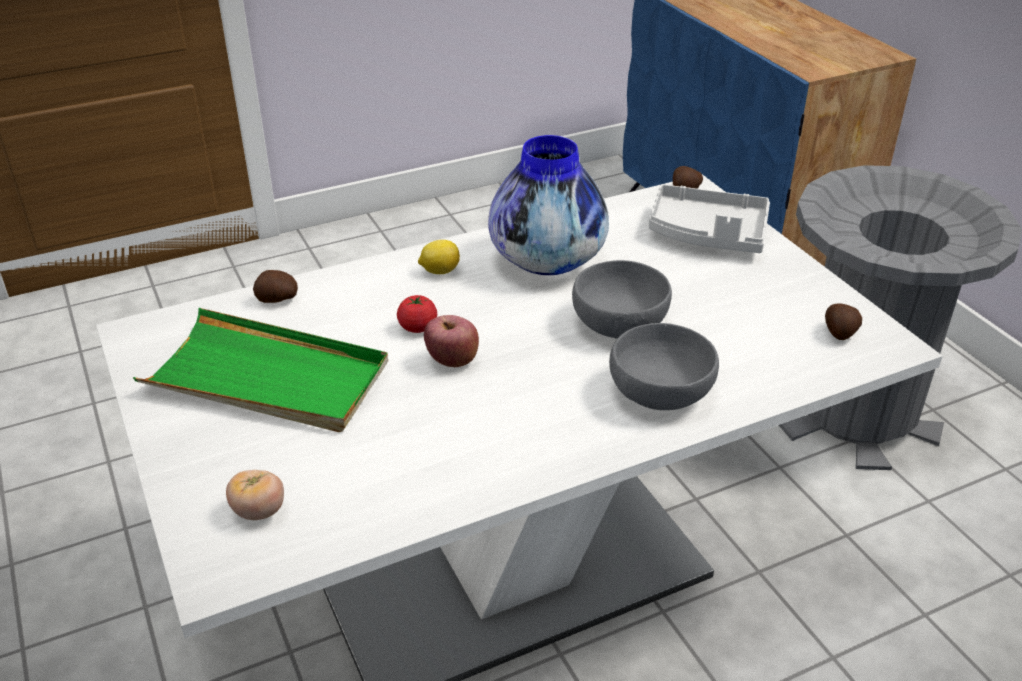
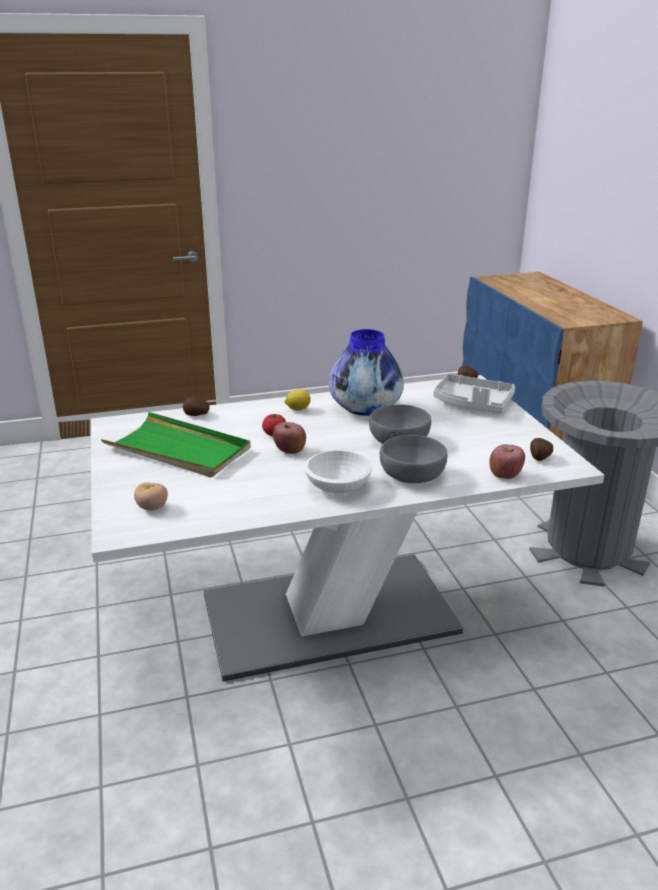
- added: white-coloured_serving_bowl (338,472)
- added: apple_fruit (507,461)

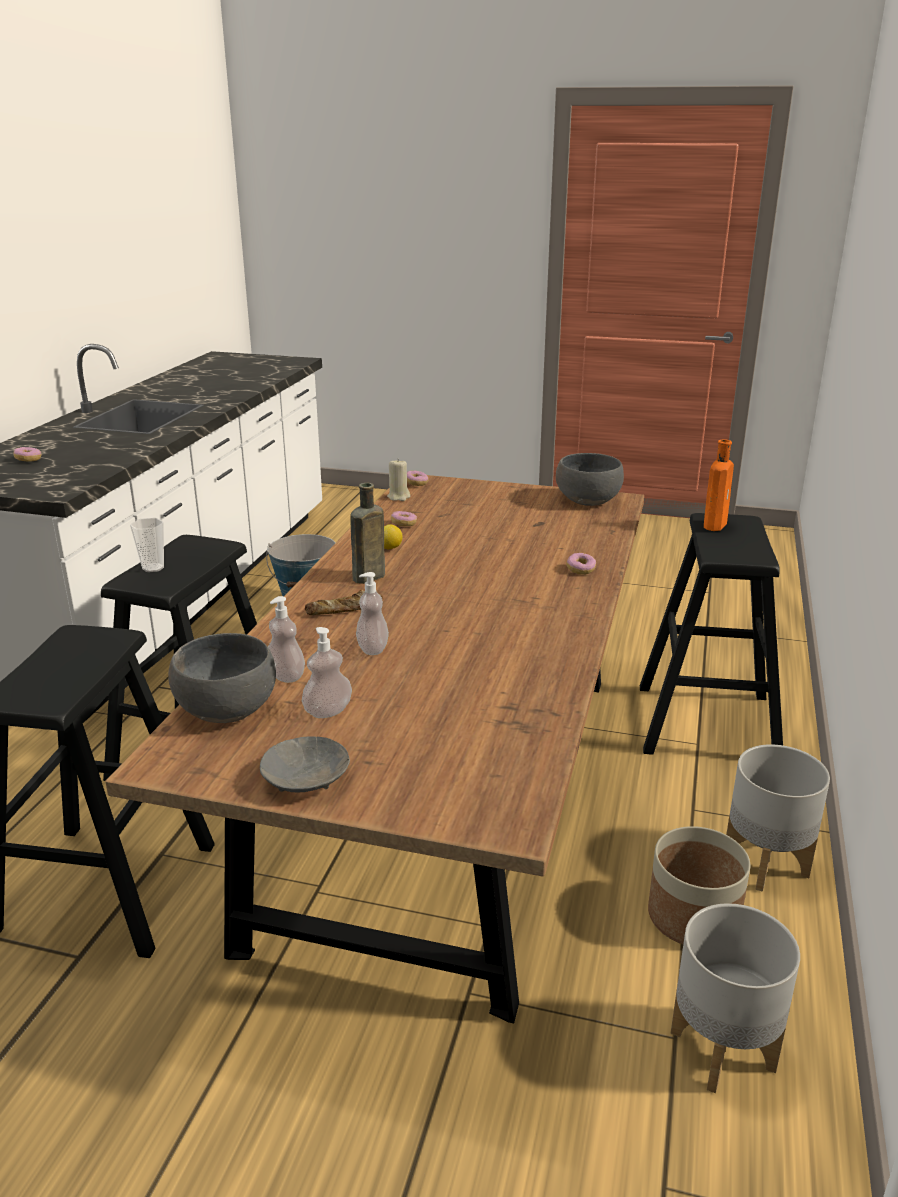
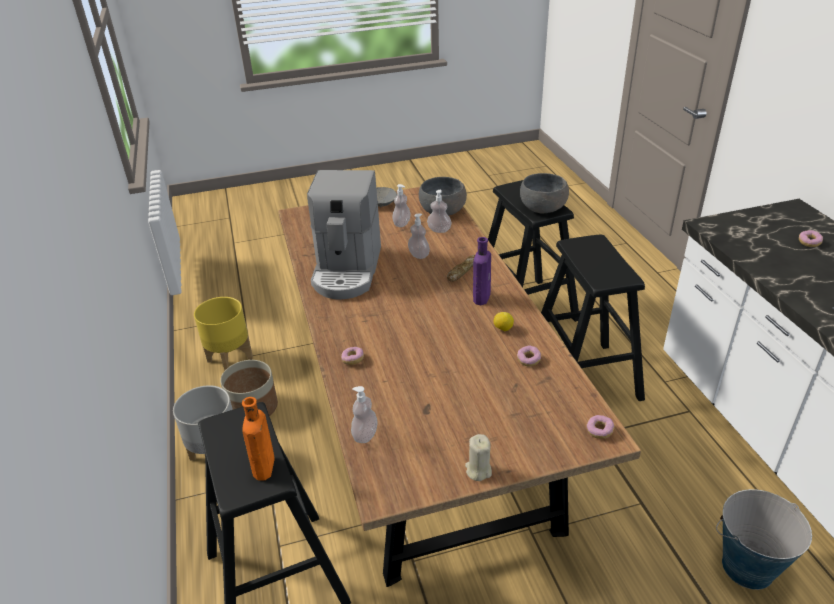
- removed: cup (147,545)
- added: coffee_maker (344,235)
- added: liquid_soap_bottle (364,414)
- moved: beige-coloured_candle (398,480) to (478,457)
- moved: grey_serving_bowl (590,479) to (544,193)
- recoloured: brown-coloured_drink_bottle (367,533) to purplish_drink_bottle (482,271)
- recoloured: grey_flower_pot (735,998) to yellow-coloured_flower_pot (223,334)

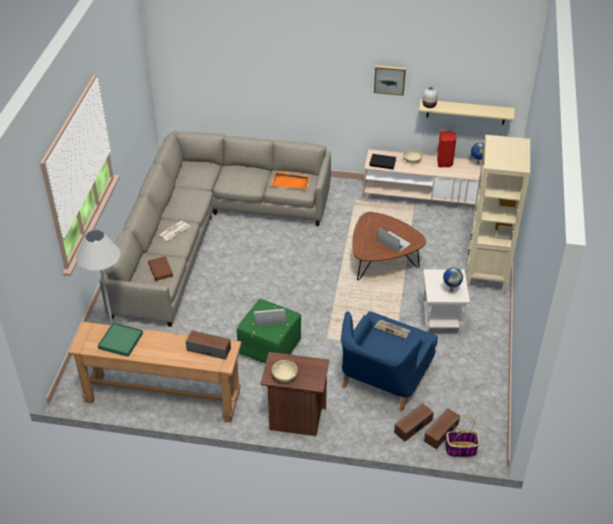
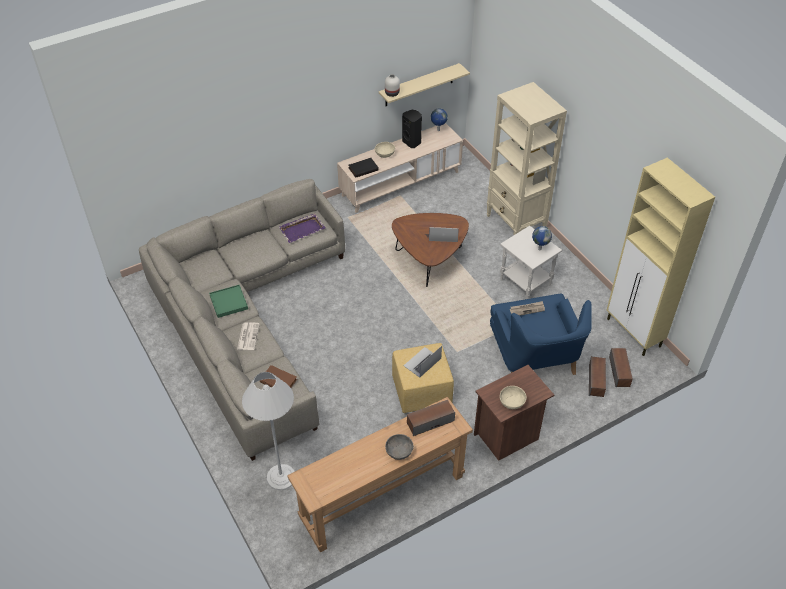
- removed: wall_art (390,80)
- removed: basket (462,437)
- added: grey_serving_bowl (399,447)
- added: beige-coloured_cupboard (661,257)
- moved: green-coloured_serving_tray (120,340) to (228,301)
- recoloured: green-coloured_pouffe (269,331) to yellow-coloured_pouffe (423,378)
- recoloured: orange_serving_tray (290,180) to purplish_serving_tray (302,228)
- recoloured: red-coloured_loudspeaker (446,148) to black-coloured_loudspeaker (412,129)

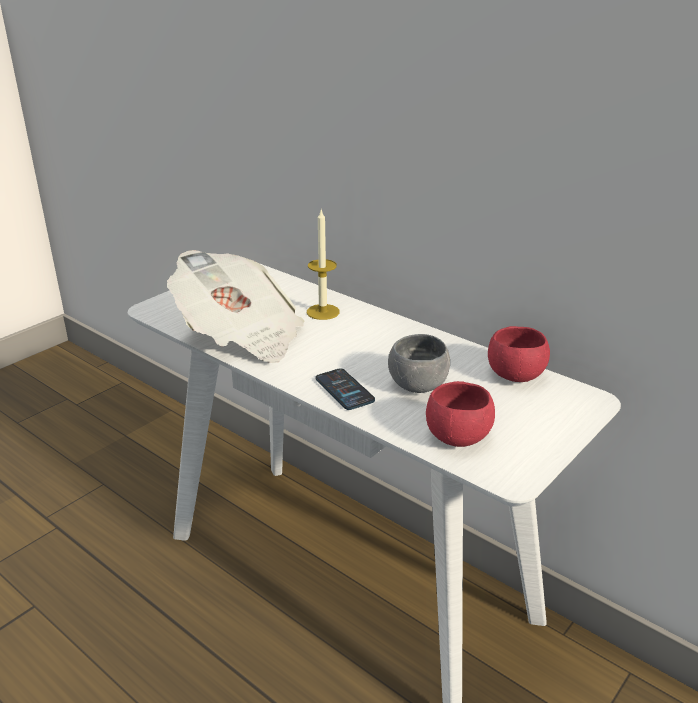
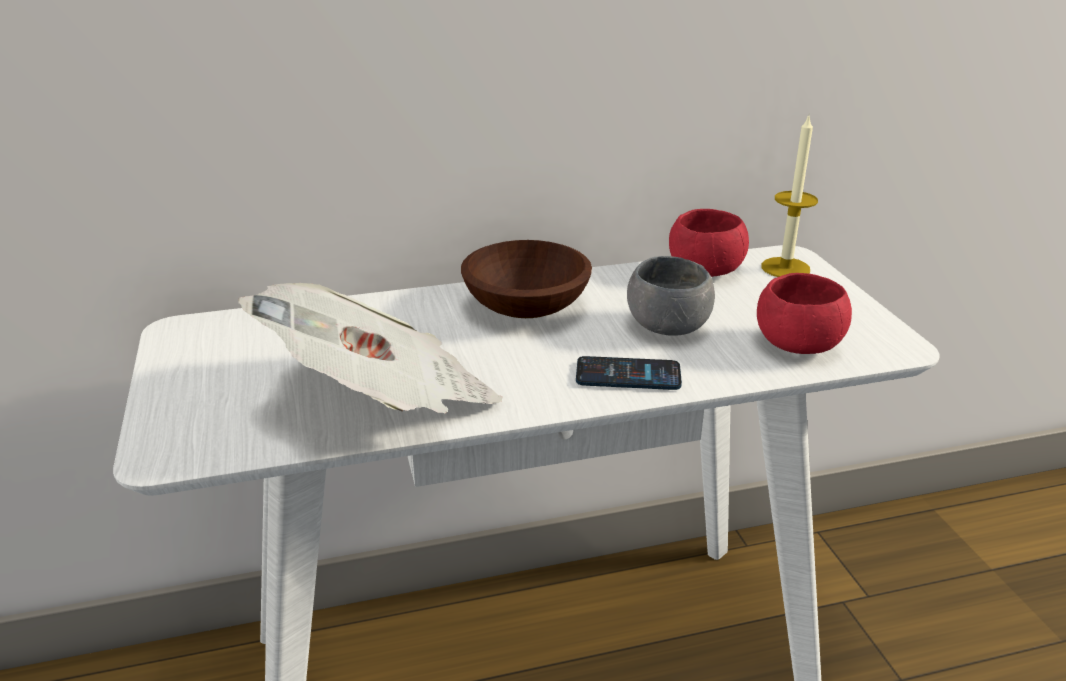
- added: brown-coloured_serving_bowl (526,279)
- moved: candle (323,265) to (789,196)

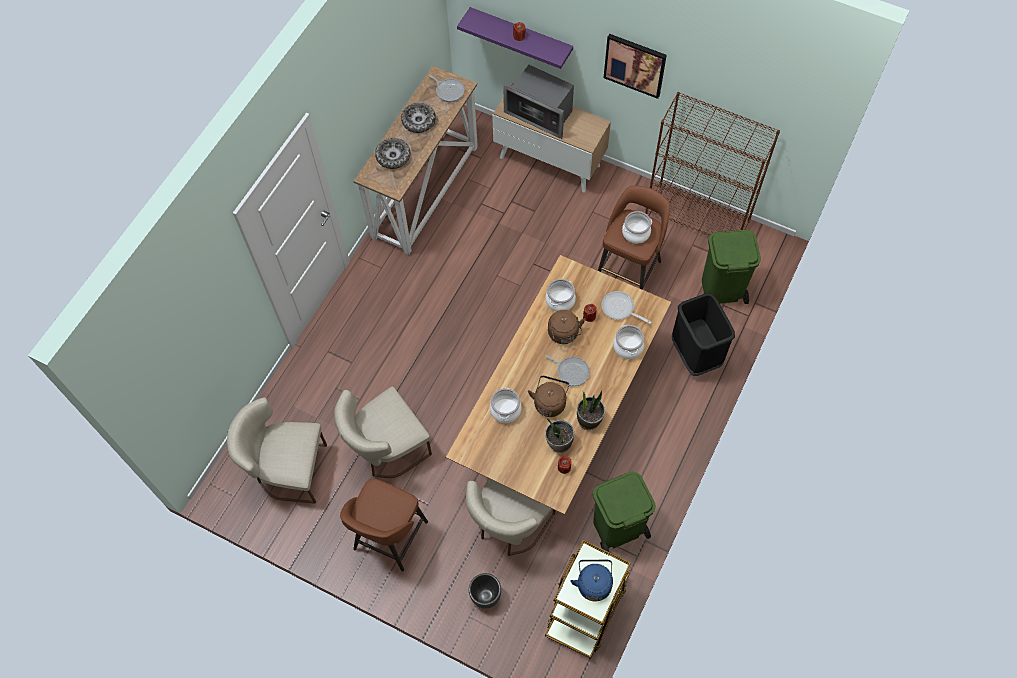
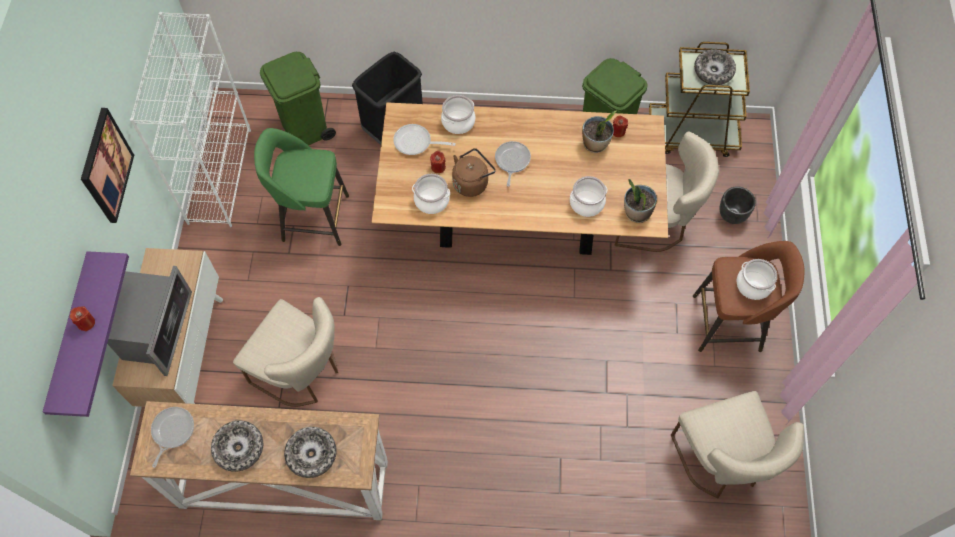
- removed: brown-coloured_water_kettle (549,396)
- moved: beige-coloured_chair (383,432) to (285,352)
- moved: potted_plant (591,410) to (640,201)
- moved: saucepot (637,227) to (757,279)
- replaced: blue_water_kettle (591,581) to serving_bowl (715,67)
- recoloured: brown-coloured_stool_seat (634,238) to green-coloured_stool_seat (301,187)
- recoloured: brown-coloured_bookcase (712,164) to white-coloured_bookcase (190,119)
- turned: frying_pan (627,307) = (424,139) 90 degrees clockwise

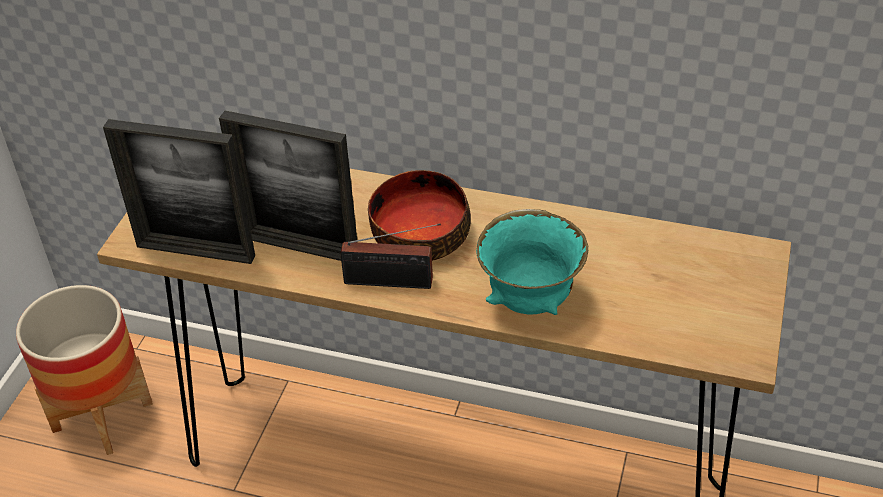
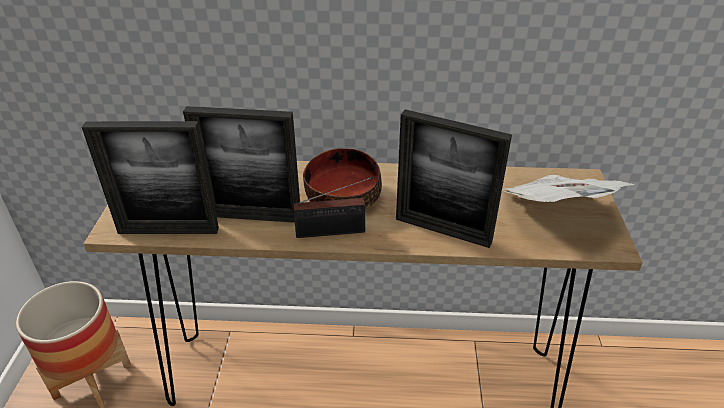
- added: printed_paper (569,188)
- replaced: turquoise-coloured_serving_bowl (532,262) to photo_frame (454,178)

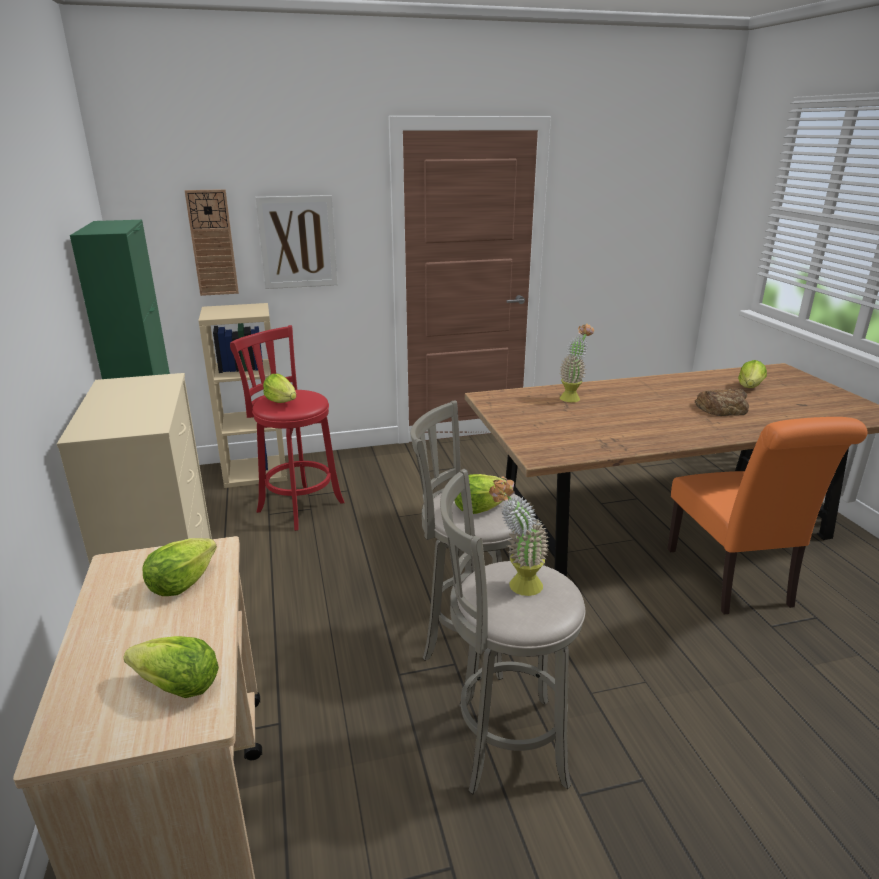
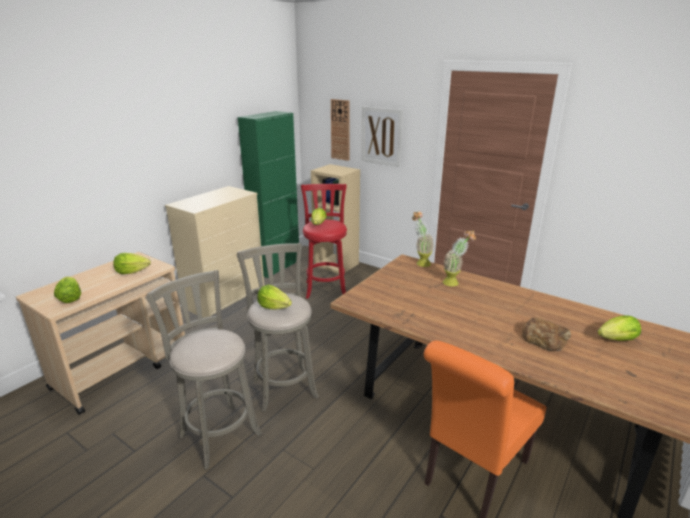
- moved: potted_plant (519,536) to (423,239)

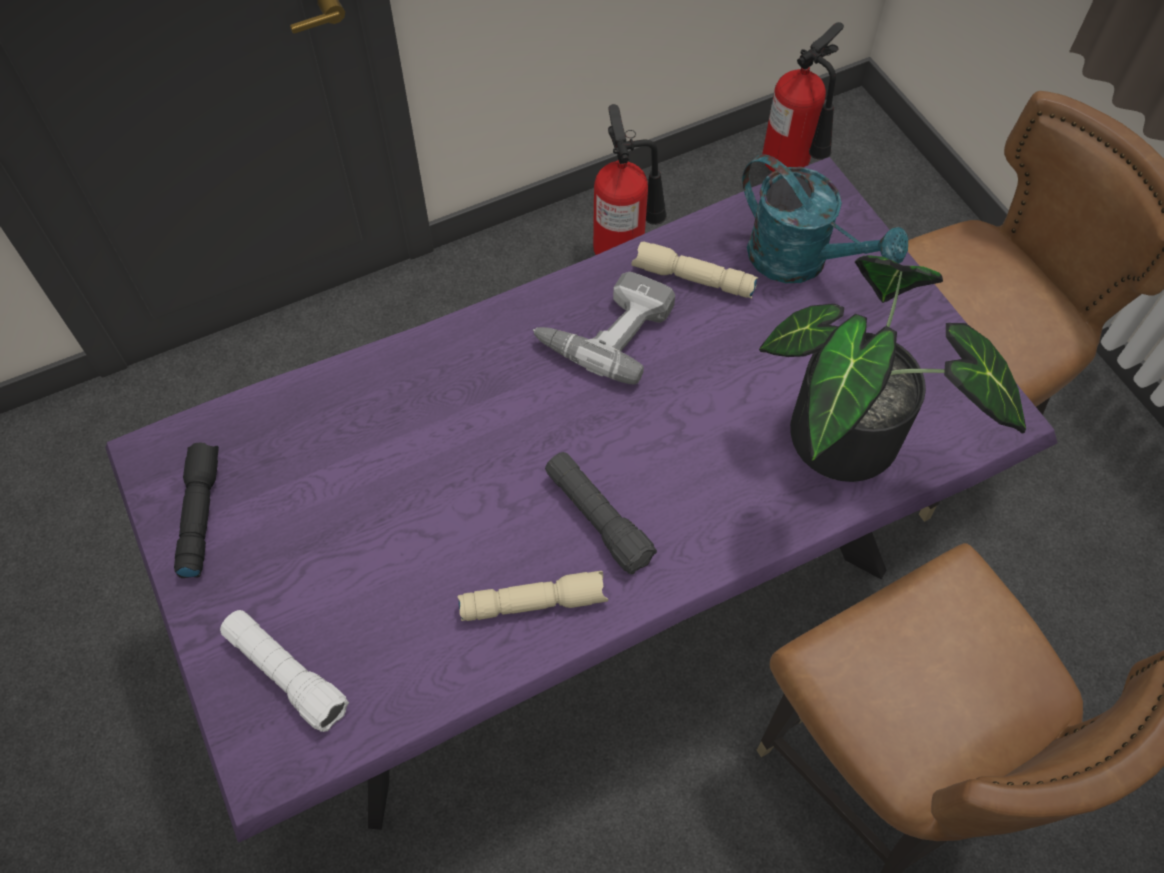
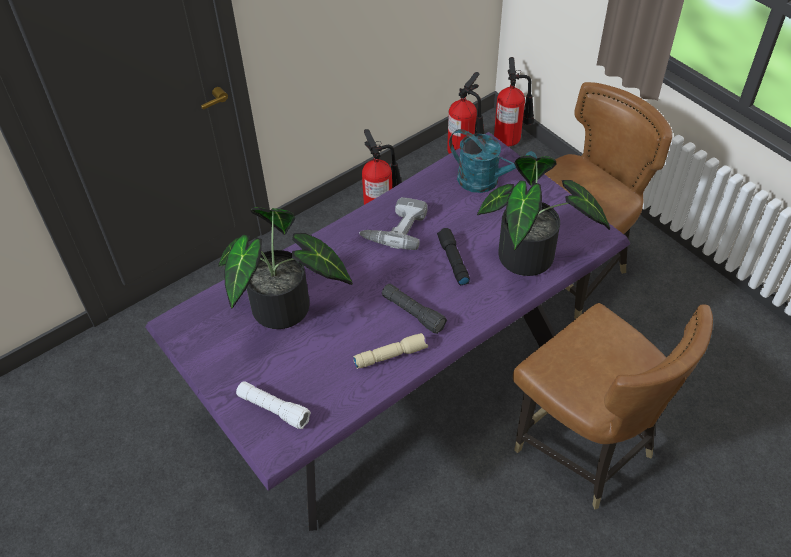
- removed: beige-coloured_flashlight (695,269)
- added: potted_plant (285,268)
- added: extinguisher (514,102)
- moved: black-coloured_flashlight (196,510) to (453,256)

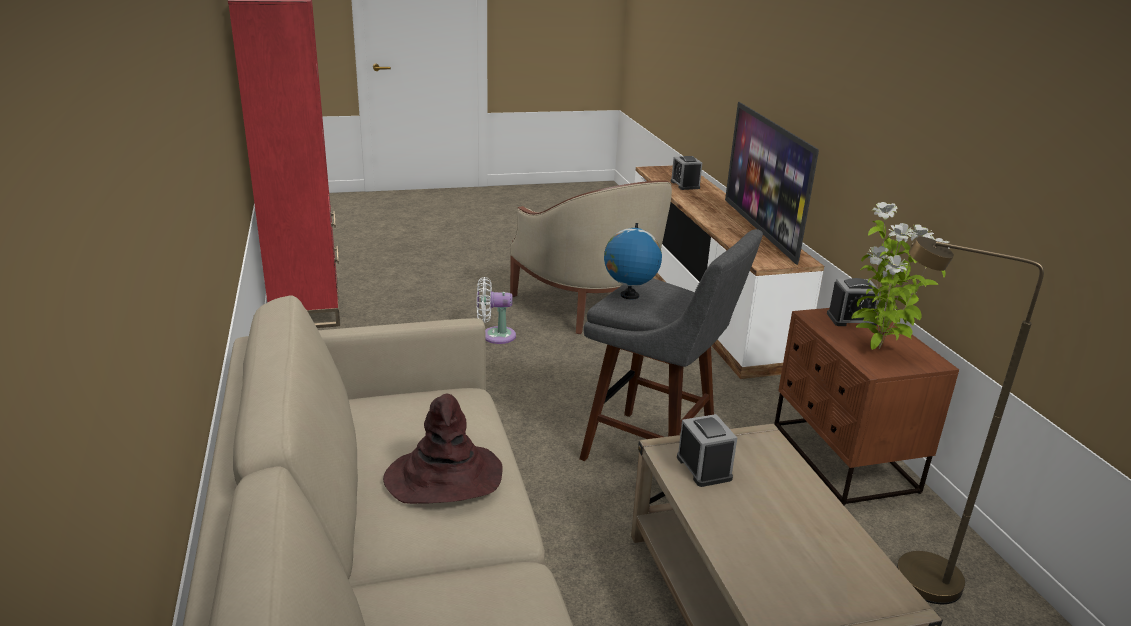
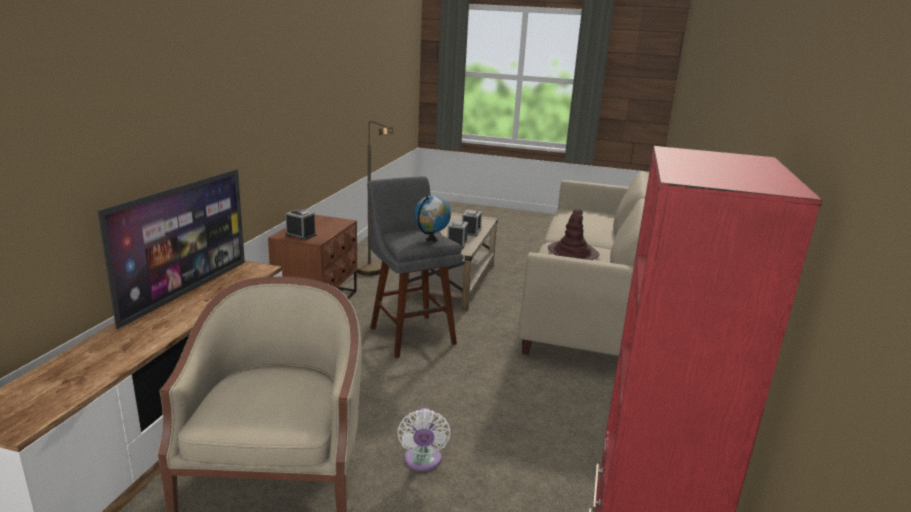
- removed: potted_plant (900,276)
- moved: bedside_clock (686,173) to (472,223)
- turned: white-coloured_fan (496,310) = (423,439) 60 degrees clockwise

